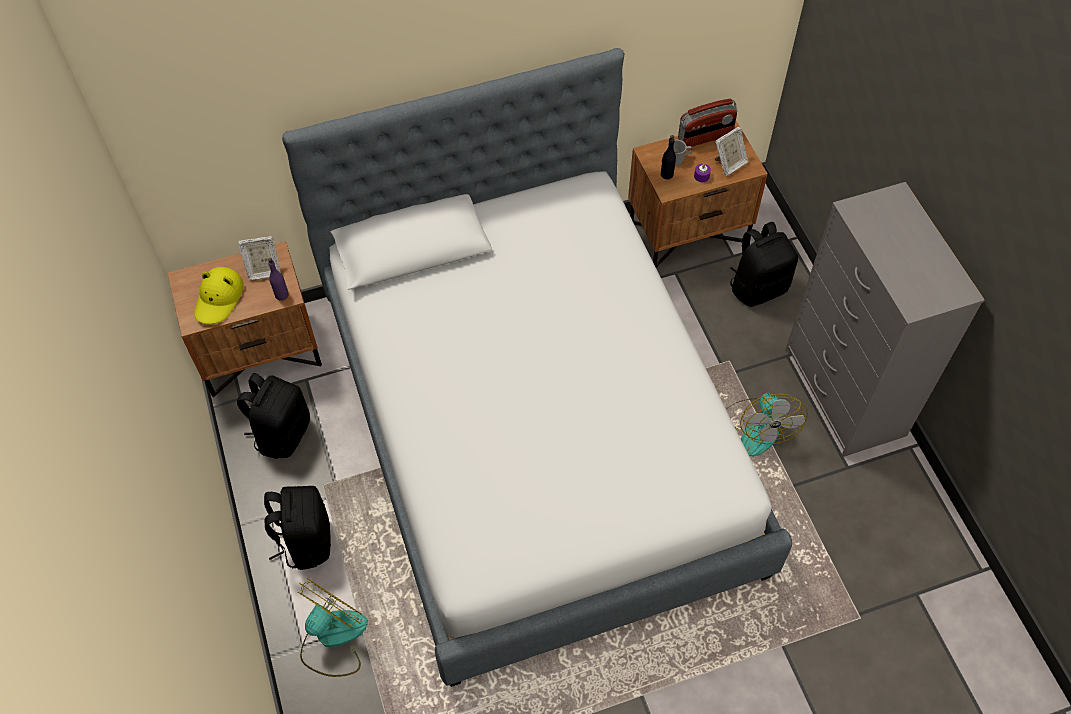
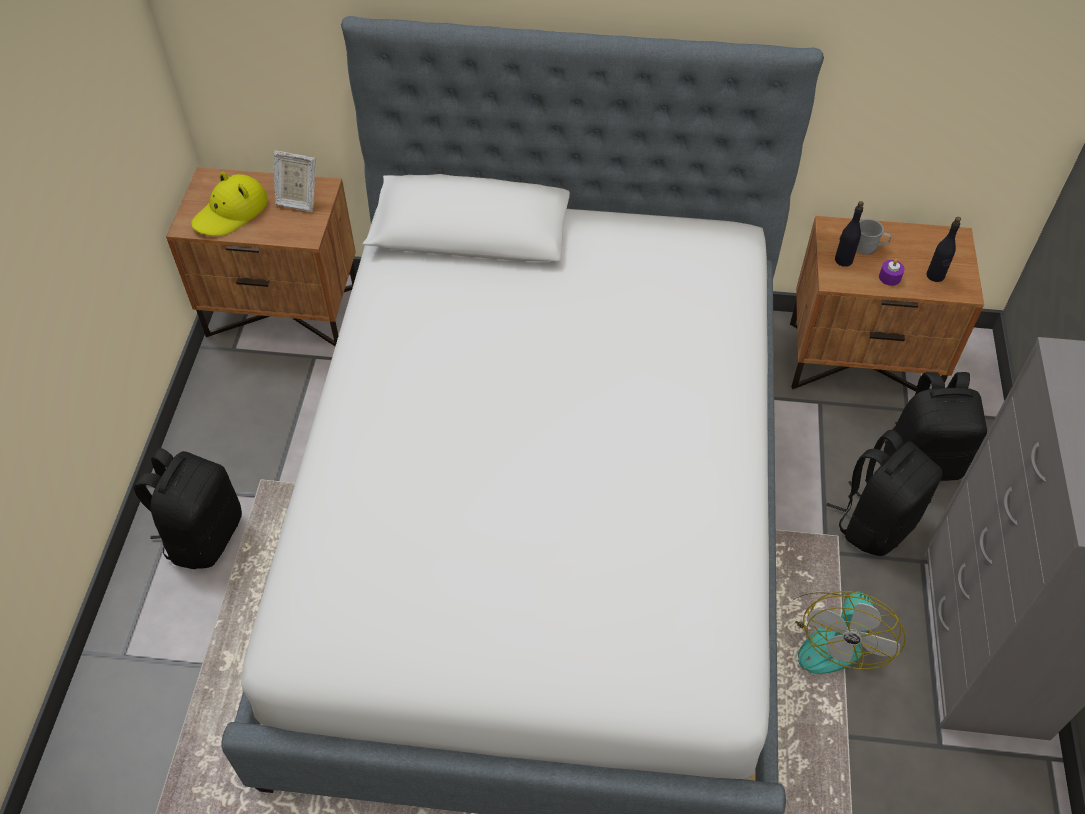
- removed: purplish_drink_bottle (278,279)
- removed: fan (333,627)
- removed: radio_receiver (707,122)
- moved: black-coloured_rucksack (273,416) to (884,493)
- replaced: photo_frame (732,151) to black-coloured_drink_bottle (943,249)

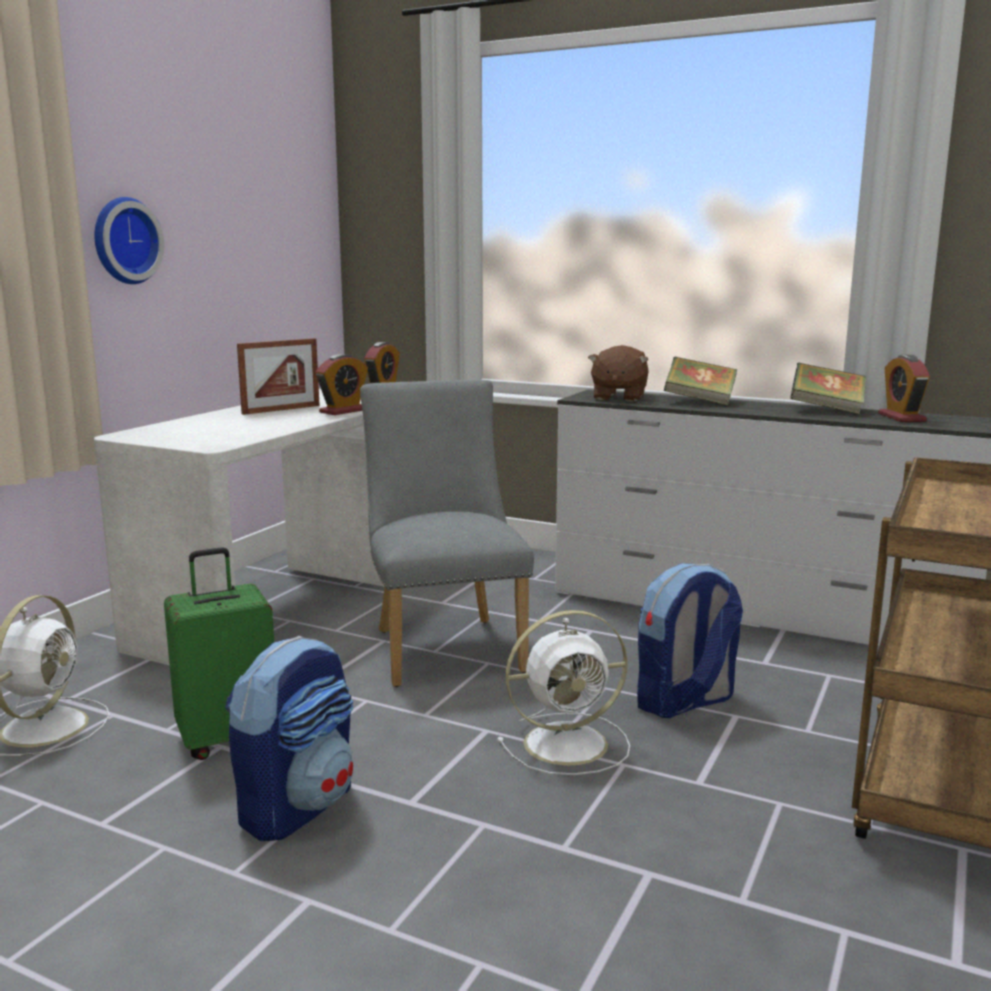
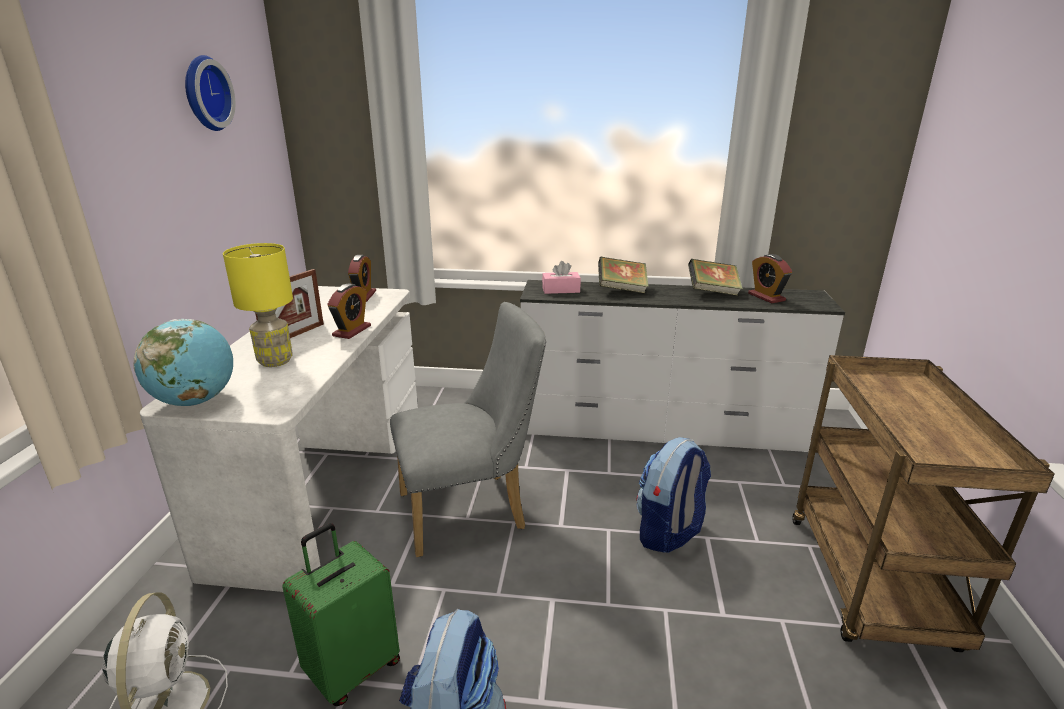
- removed: white-coloured_fan (563,692)
- added: world_globe (183,362)
- added: yellow-coloured_tabletop_lamp (258,305)
- moved: hanging_clock (129,240) to (210,93)
- replaced: brown-coloured_soft_toy (618,373) to pink-coloured_tissue_holder (561,277)
- turned: grey_chair (447,533) = (468,429) 105 degrees clockwise

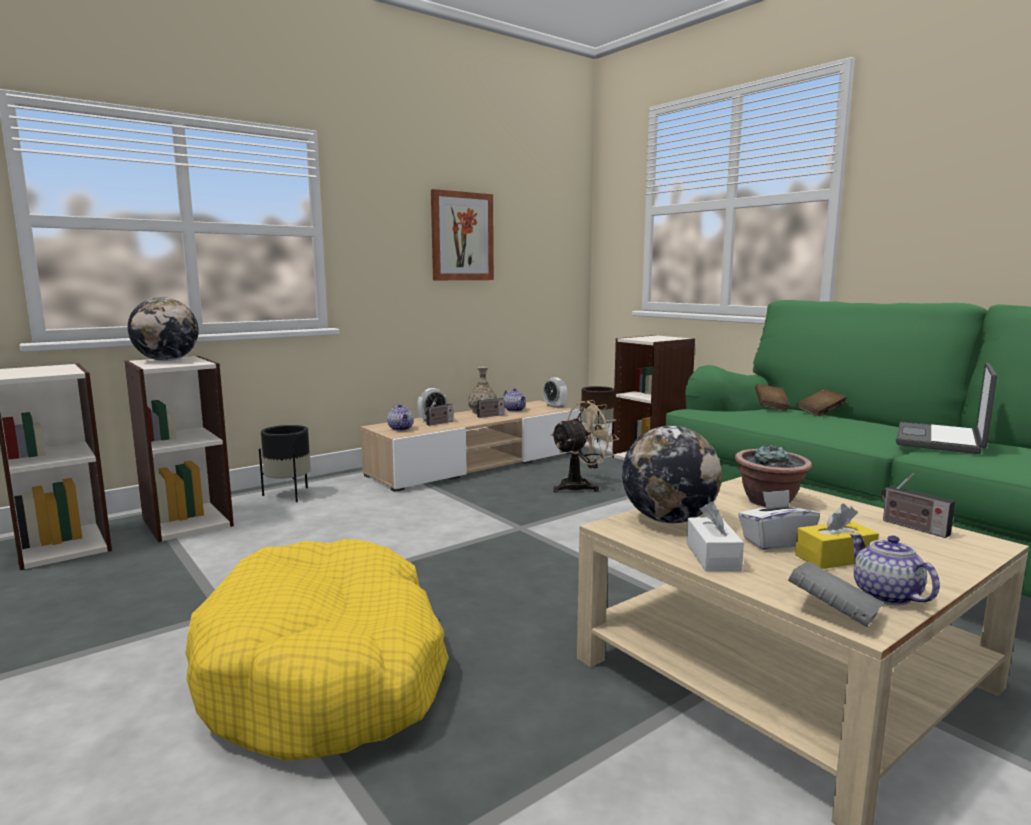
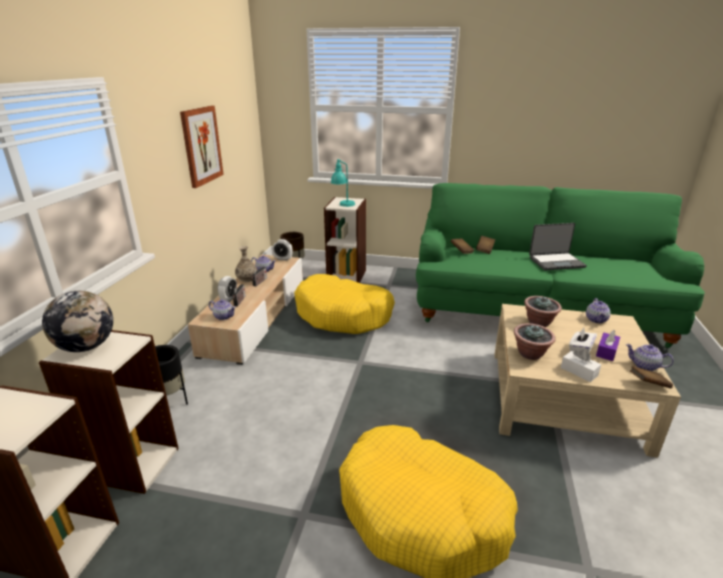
- added: turquoise-coloured_tabletop_lamp (343,183)
- replaced: beige-coloured_fan (585,446) to yellow-coloured_dog_bed (344,304)
- replaced: world_globe (672,474) to potted_plant (535,341)
- replaced: radio_receiver (917,505) to pot_for_tea (598,310)
- recoloured: grey_bound_book (836,594) to brown-coloured_bound_book (651,377)
- recoloured: yellow-coloured_tissue_holder (837,536) to purplish_tissue_holder (608,345)
- turned: laptop (946,408) = (558,246) 90 degrees counterclockwise

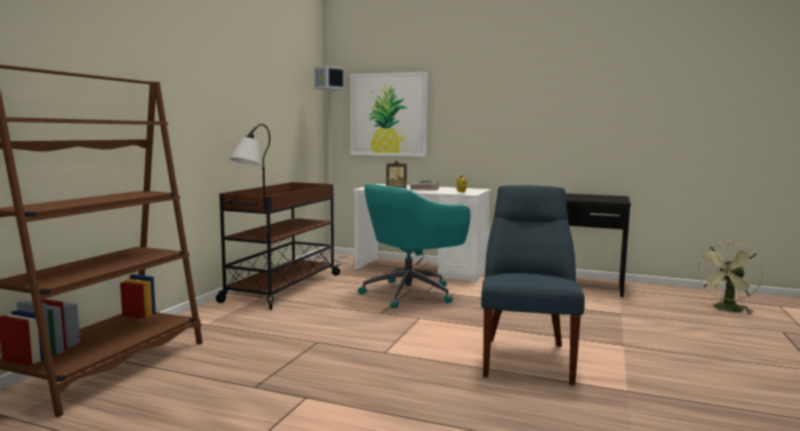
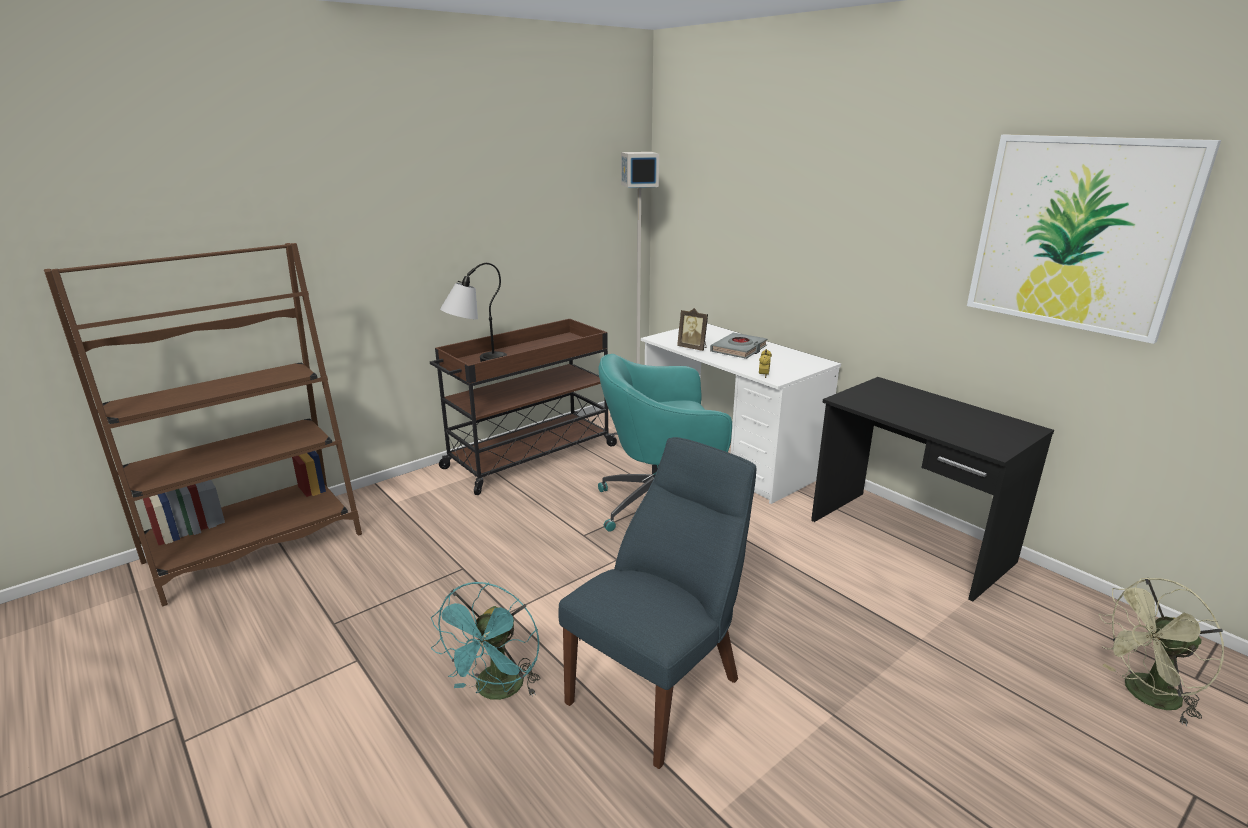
- added: turquoise-coloured_fan (485,641)
- moved: wall_art (389,114) to (1094,239)

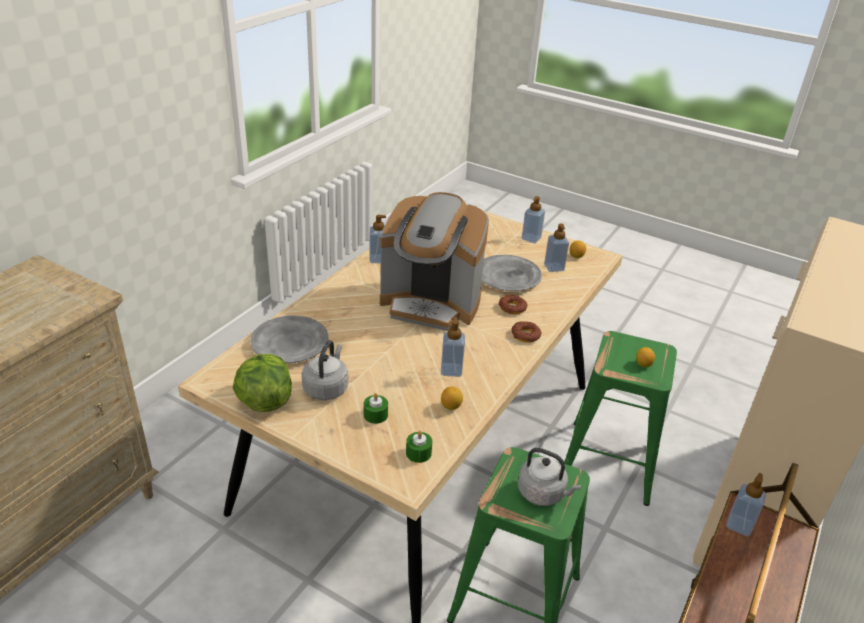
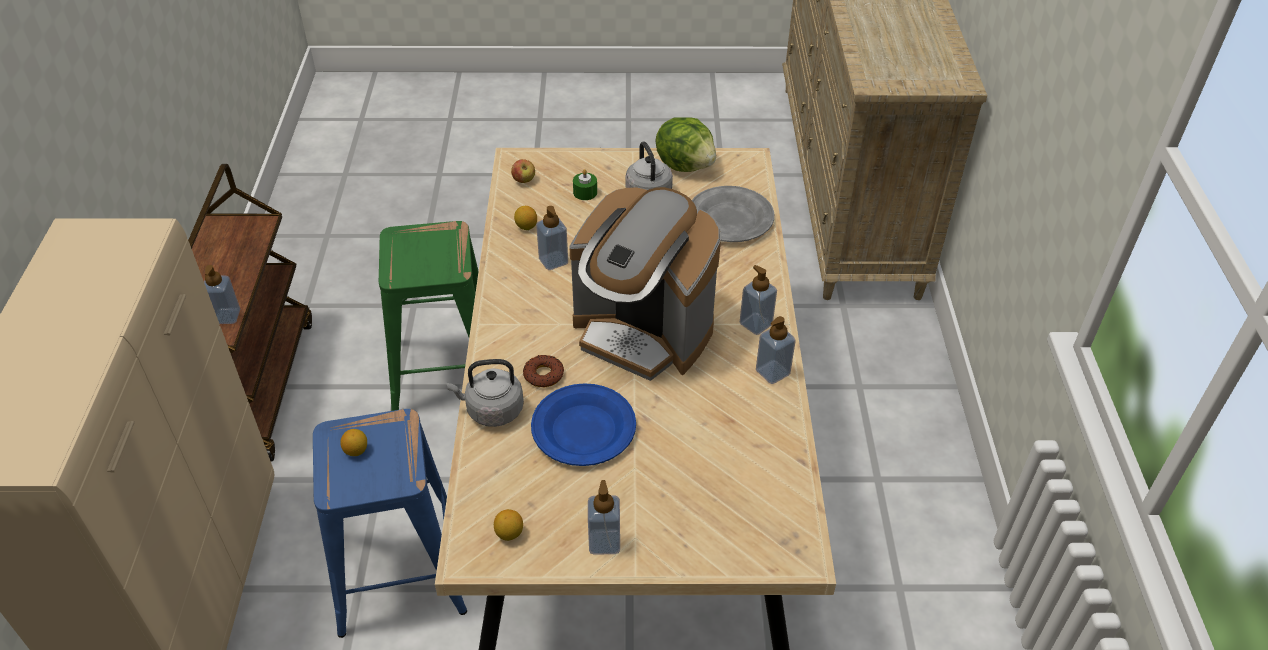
- removed: donut (526,332)
- moved: grey_water_kettle (549,477) to (485,393)
- moved: liquid_soap_bottle (556,247) to (758,300)
- replaced: green-coloured_candle (419,446) to apple_fruit (523,171)
- recoloured: grey_plate (512,273) to blue_plate (583,424)
- recoloured: green-coloured_stool_seat (620,418) to blue_stool_seat (390,523)
- turned: coffee_maker (434,261) = (645,284) 135 degrees counterclockwise

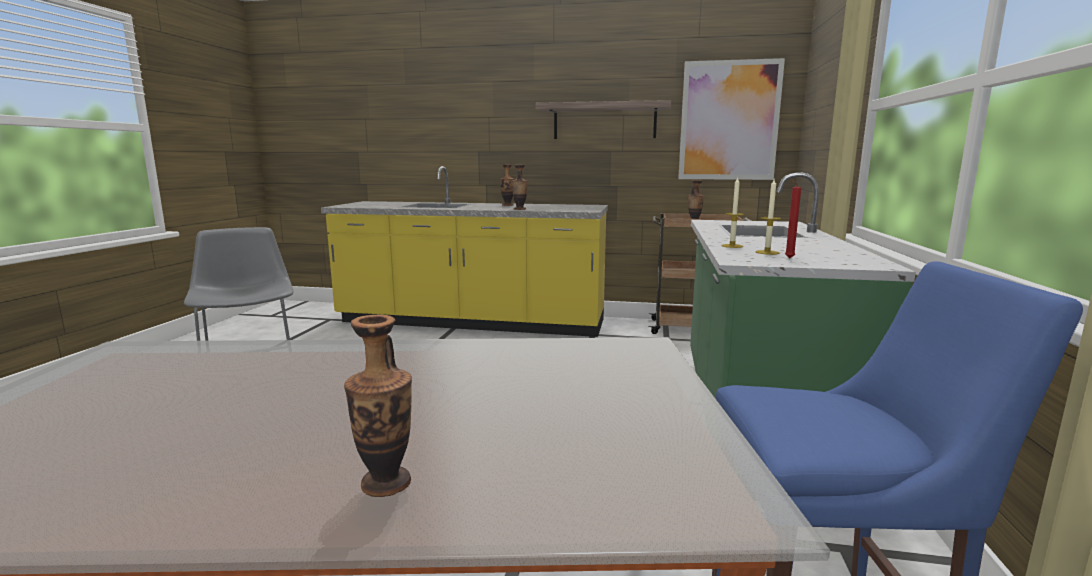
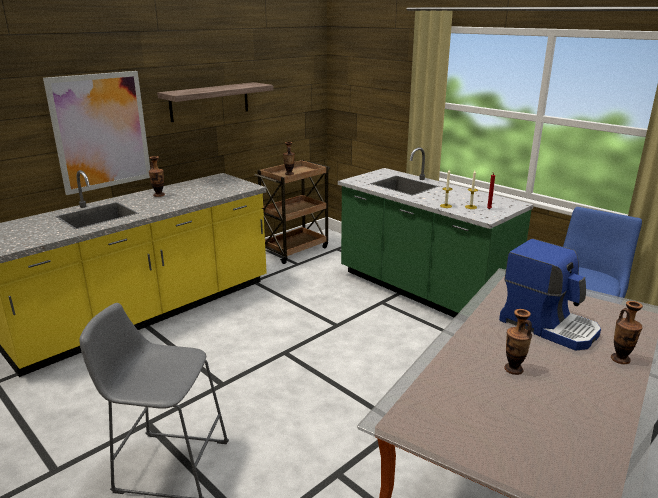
- added: coffee_maker (550,295)
- moved: decorative_vase (520,187) to (518,342)
- moved: wall_art (731,119) to (96,133)

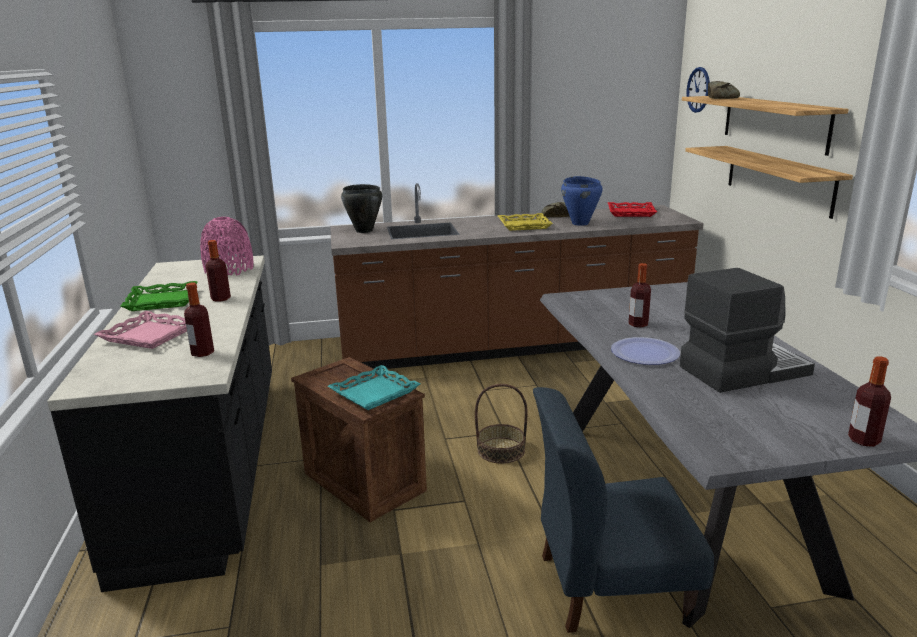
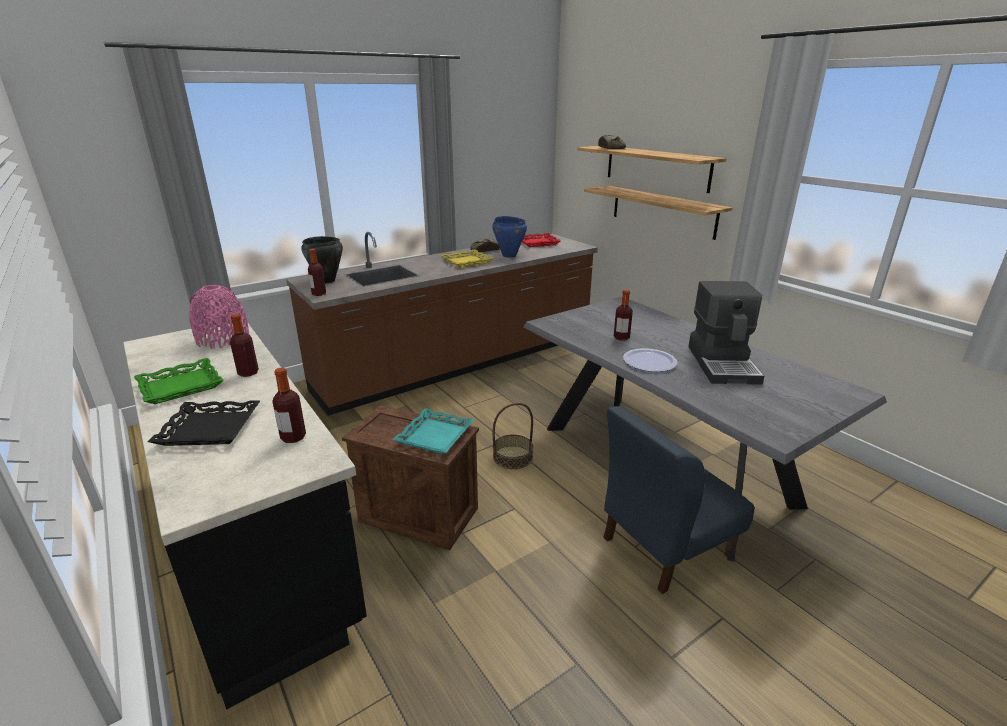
- removed: hanging_clock (698,90)
- moved: drink_bottle (869,401) to (317,272)
- recoloured: pink-coloured_serving_tray (140,330) to black-coloured_serving_tray (204,423)
- turned: coffee_maker (747,330) = (726,333) 135 degrees clockwise

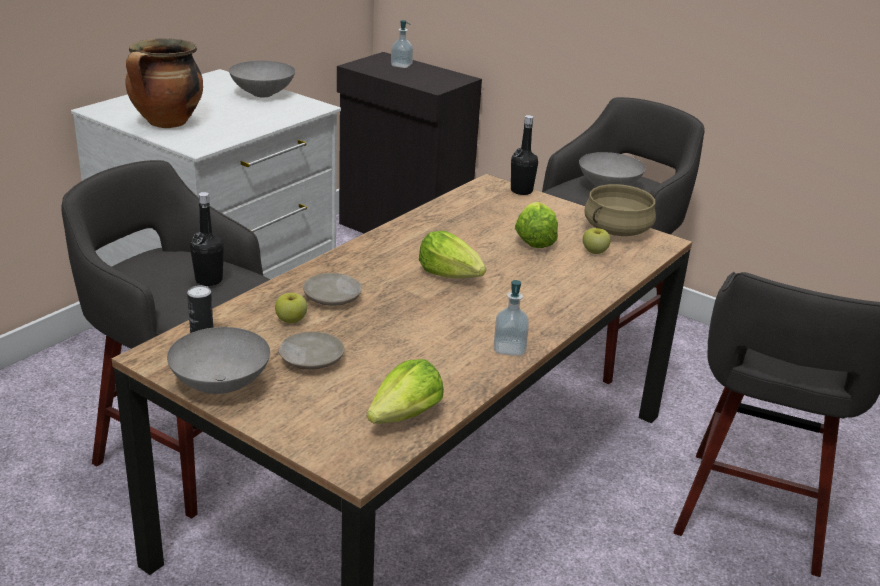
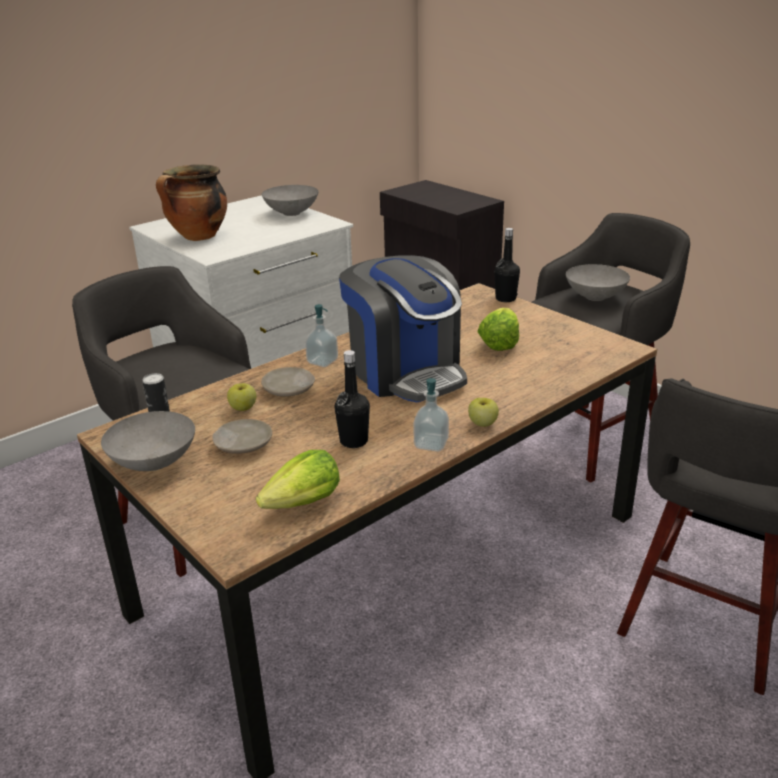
- removed: beige-coloured_saucepot (620,210)
- moved: black-coloured_drink_bottle (207,239) to (352,399)
- moved: liquid_soap_bottle (402,44) to (321,335)
- moved: apple_fruit (597,241) to (483,412)
- replaced: lettuce (452,254) to coffee_maker (403,328)

